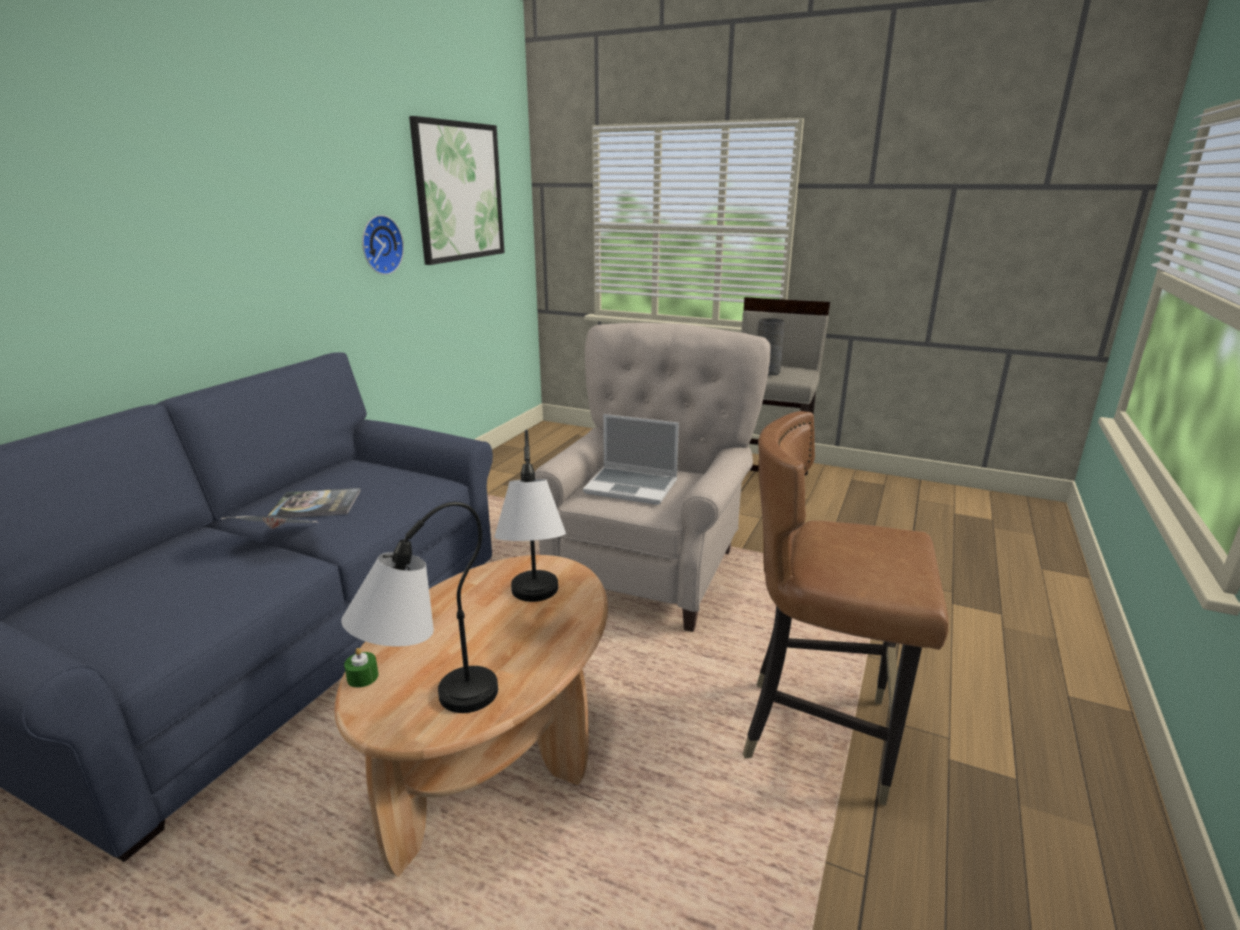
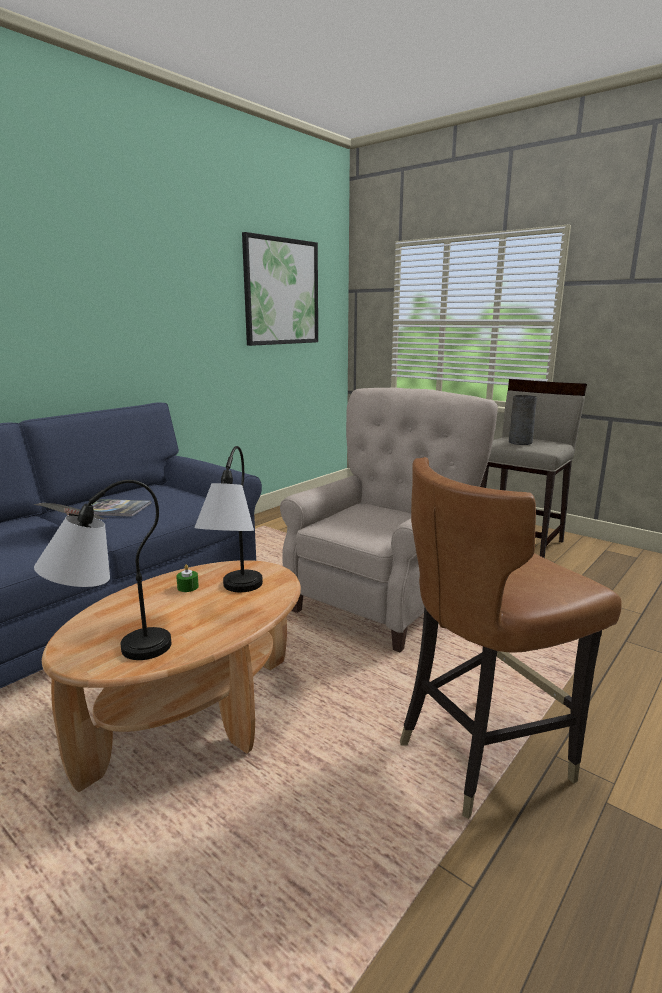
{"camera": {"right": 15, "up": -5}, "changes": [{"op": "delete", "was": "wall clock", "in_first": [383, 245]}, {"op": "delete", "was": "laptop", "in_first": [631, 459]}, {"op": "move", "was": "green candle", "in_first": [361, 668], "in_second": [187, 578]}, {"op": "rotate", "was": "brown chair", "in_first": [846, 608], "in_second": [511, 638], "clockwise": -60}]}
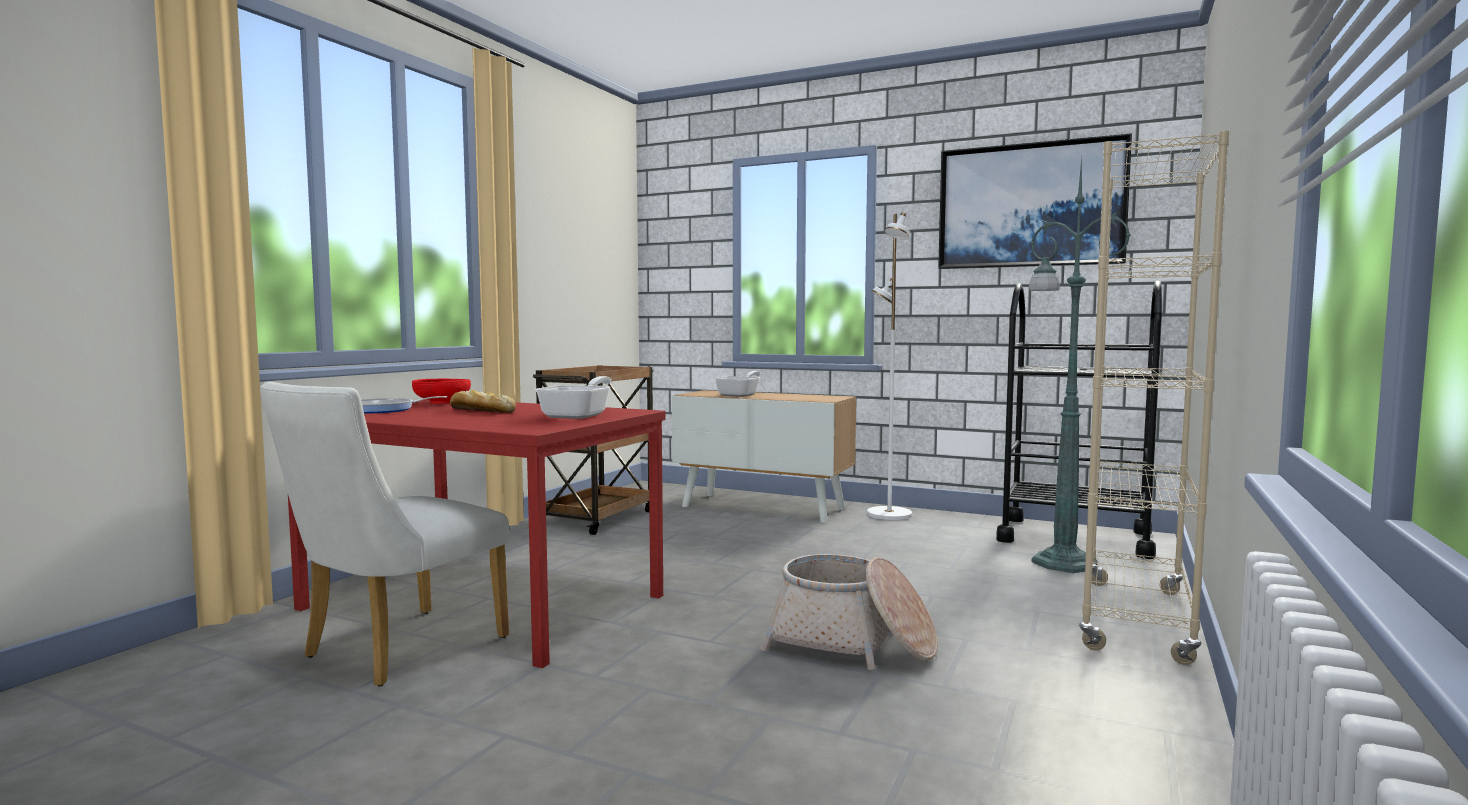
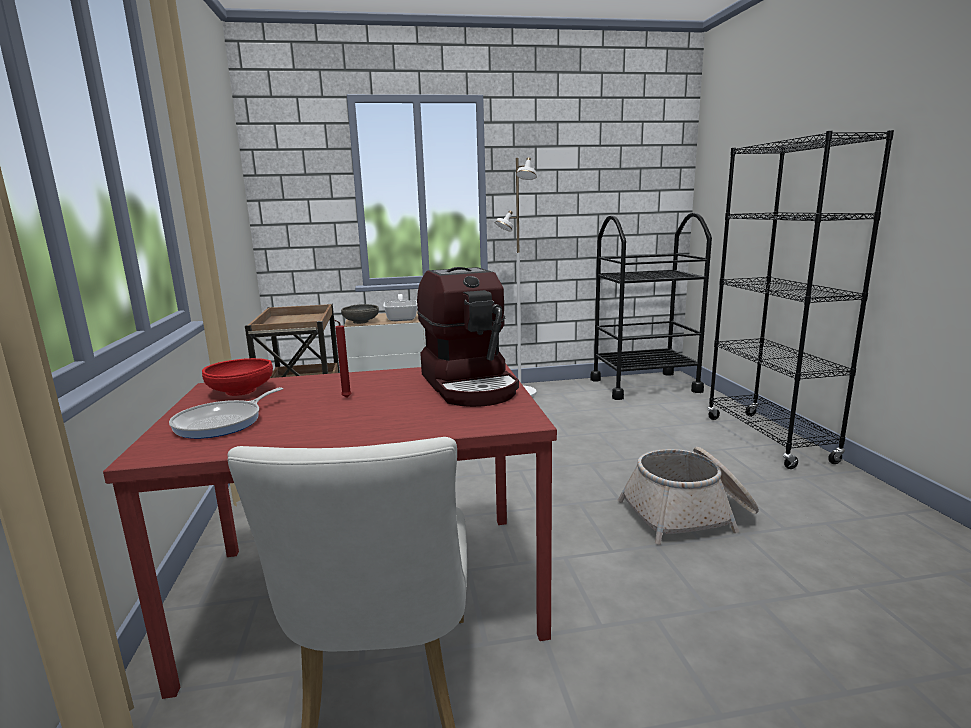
{"camera": {"right": -35, "up": 10}, "changes": [{"op": "delete", "was": "picture", "in_first": [1035, 201]}, {"op": "delete", "was": "green floor lamp", "in_first": [1080, 365]}, {"op": "insert", "now": "grey bowl", "in_second": [360, 314]}, {"op": "replace", "was": "bread", "now": "red candle", "in_first": [483, 401], "in_second": [343, 359]}, {"op": "replace", "was": "frying pan", "now": "coffee machine", "in_first": [573, 397], "in_second": [468, 337]}, {"op": "recolor", "was": "beige bookcase", "now": "black bookcase", "in_first": [1154, 397], "in_second": [800, 299]}]}
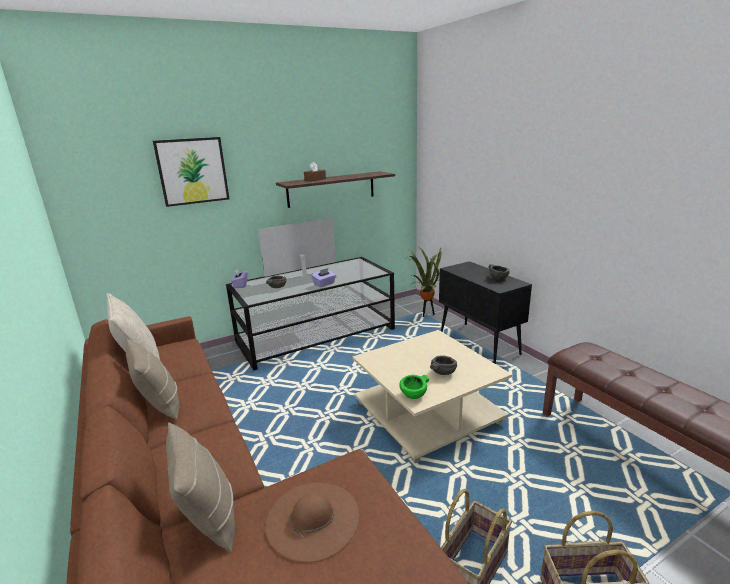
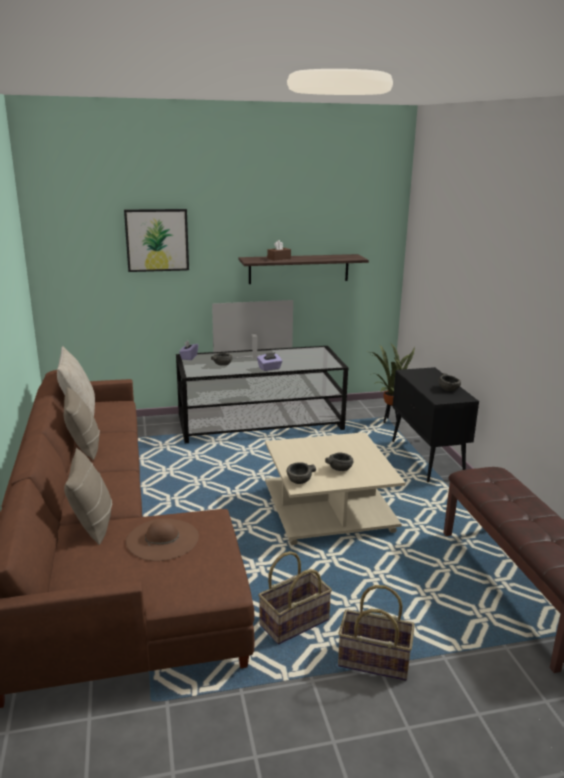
{"camera": {"right": 15, "up": 0}, "changes": [{"op": "recolor", "was": "green bowl", "now": "grey bowl", "in_first": [414, 387], "in_second": [301, 473]}]}
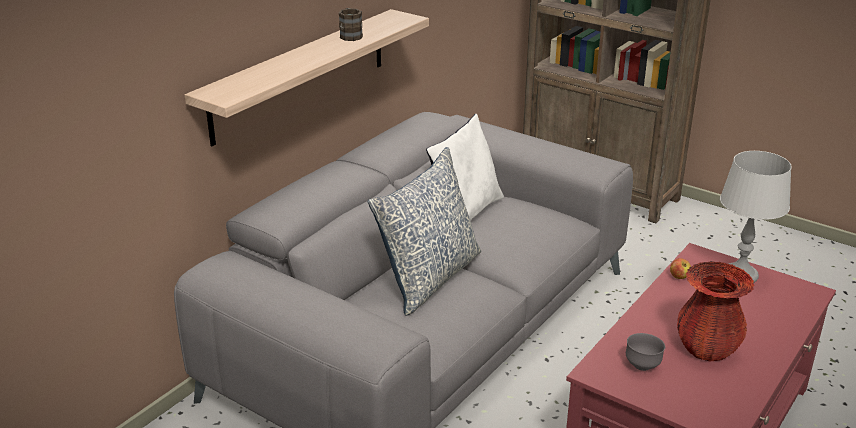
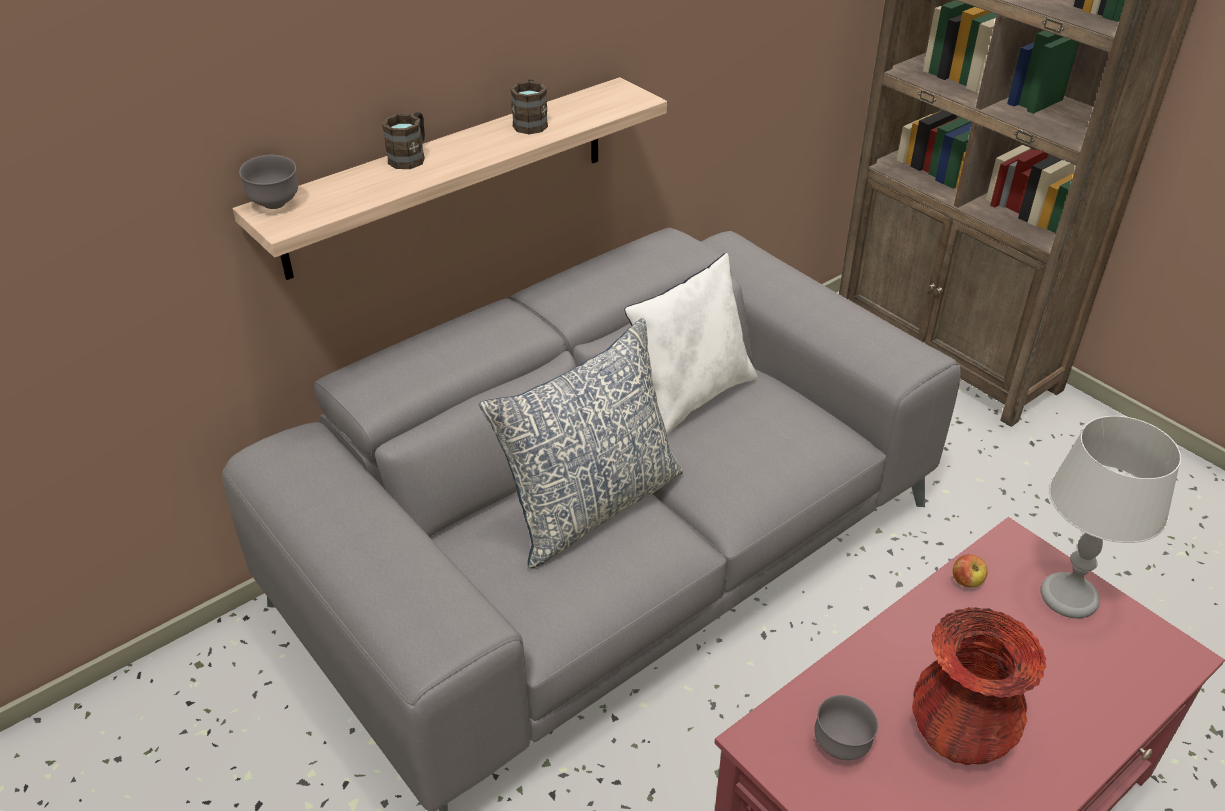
{"camera": {"right": 15, "up": 10}, "changes": [{"op": "insert", "now": "grey bowl", "in_second": [268, 182]}, {"op": "insert", "now": "brown mug", "in_second": [403, 141]}]}
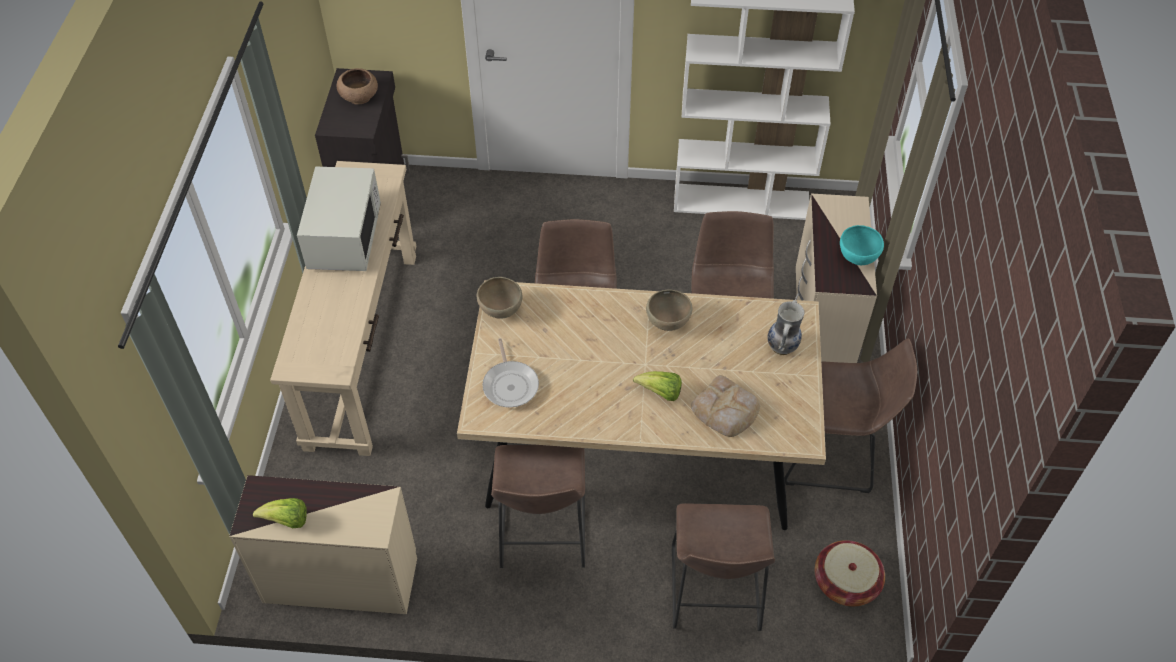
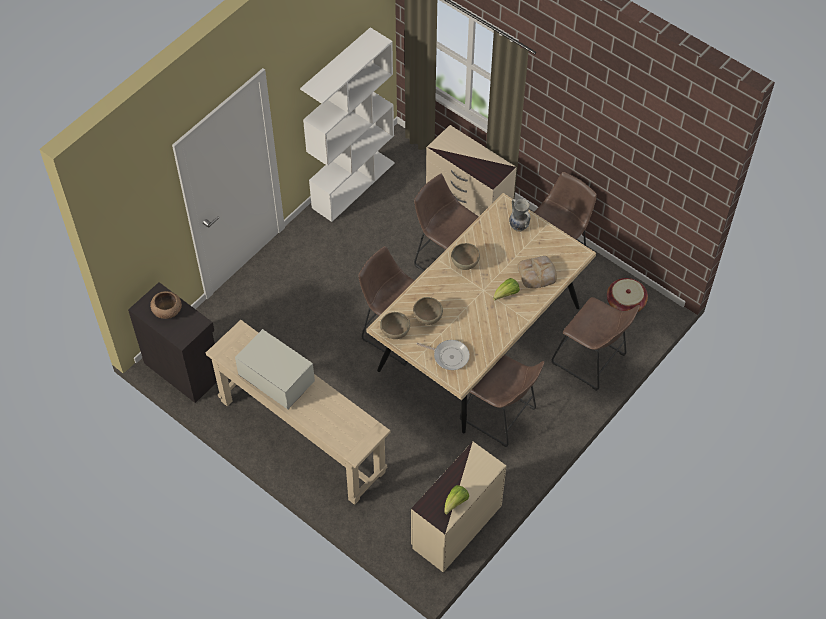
{"camera": {"right": -55, "up": 5}, "changes": [{"op": "delete", "was": "turquoise bowl", "in_first": [862, 245]}, {"op": "insert", "now": "brown bowl", "in_second": [428, 311]}]}
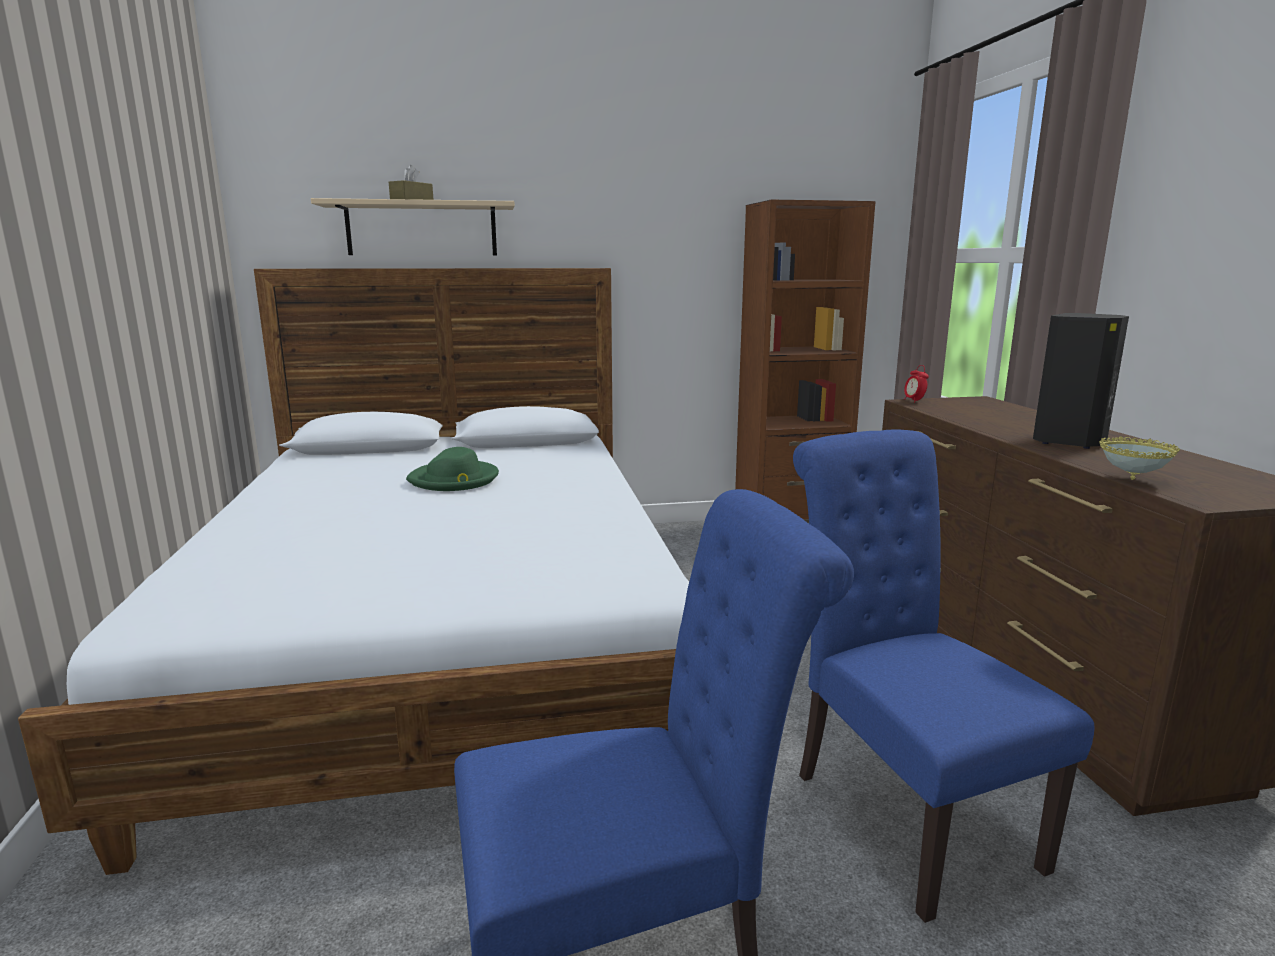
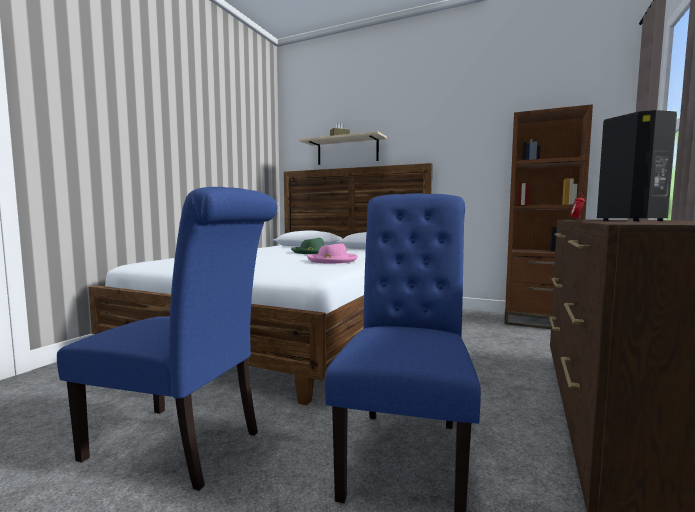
{"camera": {"right": 35, "up": -10}, "changes": [{"op": "delete", "was": "bowl", "in_first": [1139, 458]}, {"op": "insert", "now": "pink hat", "in_second": [332, 253]}]}
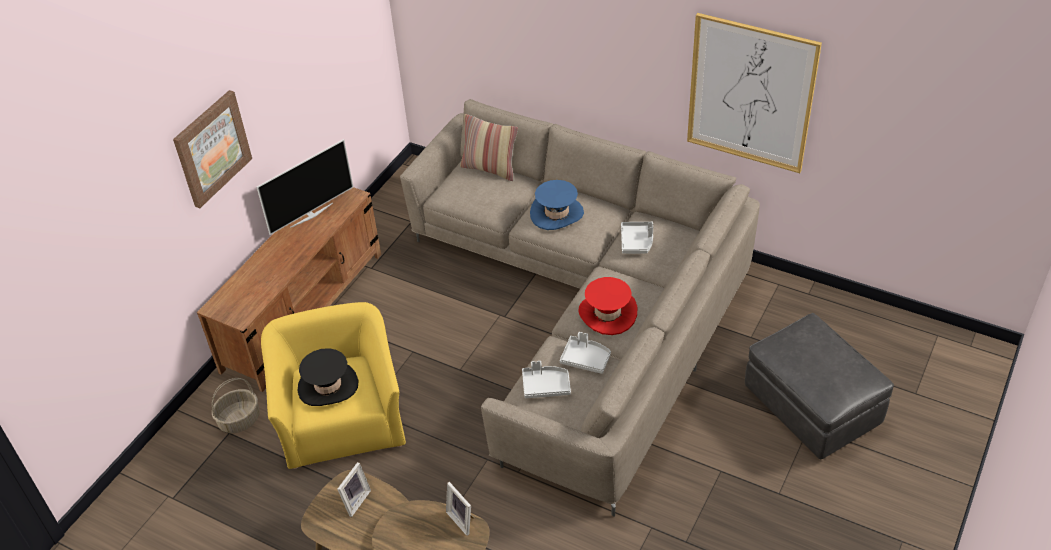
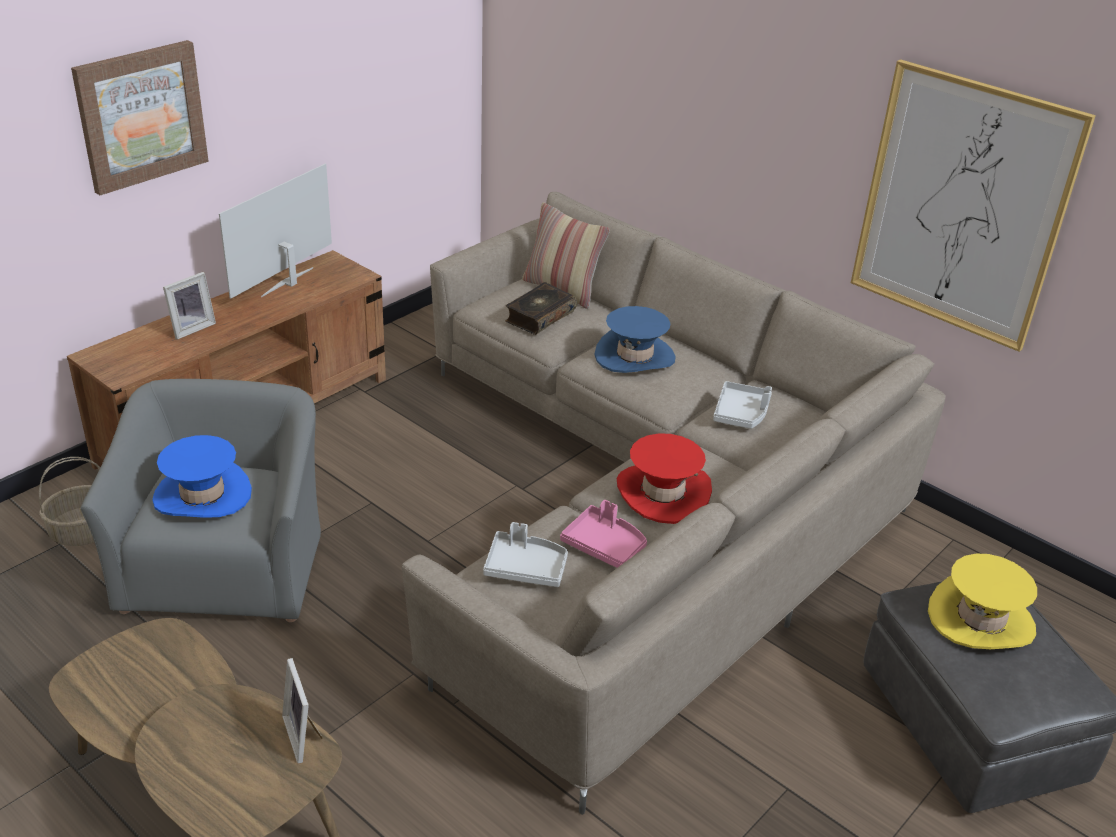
{"camera": {"right": 10, "up": -10}, "changes": [{"op": "insert", "now": "book", "in_second": [541, 308]}, {"op": "insert", "now": "yellow hat", "in_second": [982, 601]}, {"op": "move", "was": "picture frame", "in_first": [354, 489], "in_second": [189, 306]}, {"op": "recolor", "was": "yellow armchair", "now": "grey armchair", "in_first": [333, 385], "in_second": [201, 500]}, {"op": "recolor", "was": "black hat", "now": "blue hat", "in_first": [328, 377], "in_second": [202, 476]}, {"op": "recolor", "was": "grey tray", "now": "pink tray", "in_first": [585, 353], "in_second": [603, 534]}, {"op": "rotate", "was": "television", "in_first": [305, 187], "in_second": [275, 231], "clockwise": 150}]}
